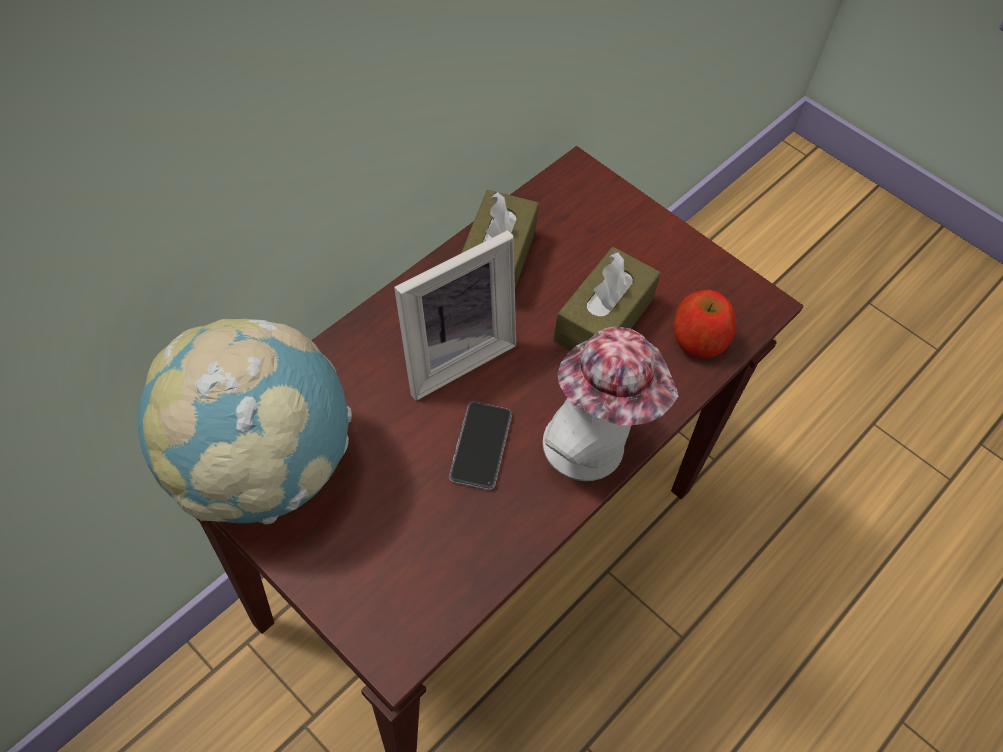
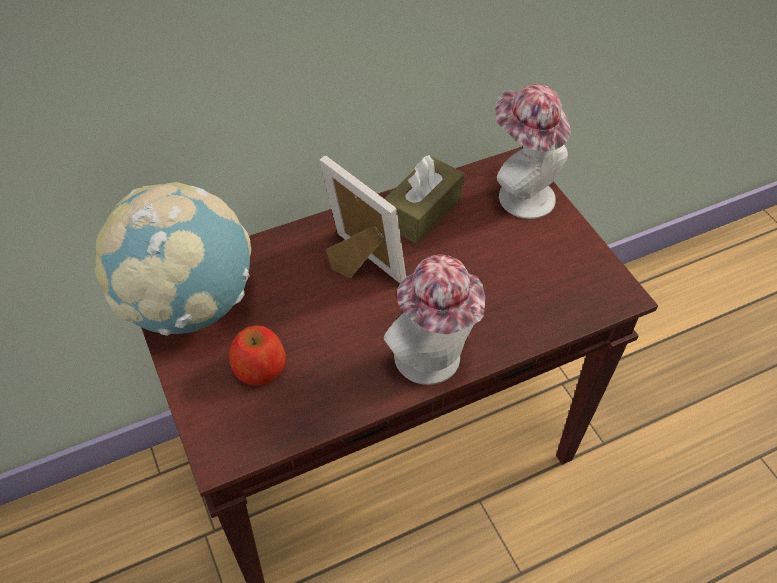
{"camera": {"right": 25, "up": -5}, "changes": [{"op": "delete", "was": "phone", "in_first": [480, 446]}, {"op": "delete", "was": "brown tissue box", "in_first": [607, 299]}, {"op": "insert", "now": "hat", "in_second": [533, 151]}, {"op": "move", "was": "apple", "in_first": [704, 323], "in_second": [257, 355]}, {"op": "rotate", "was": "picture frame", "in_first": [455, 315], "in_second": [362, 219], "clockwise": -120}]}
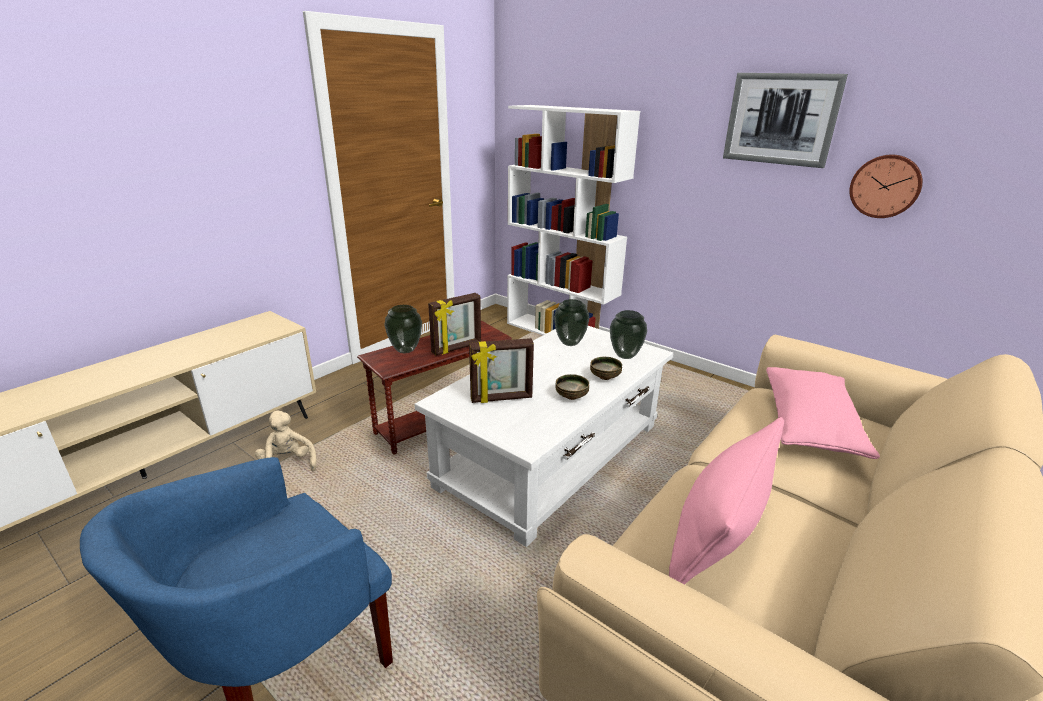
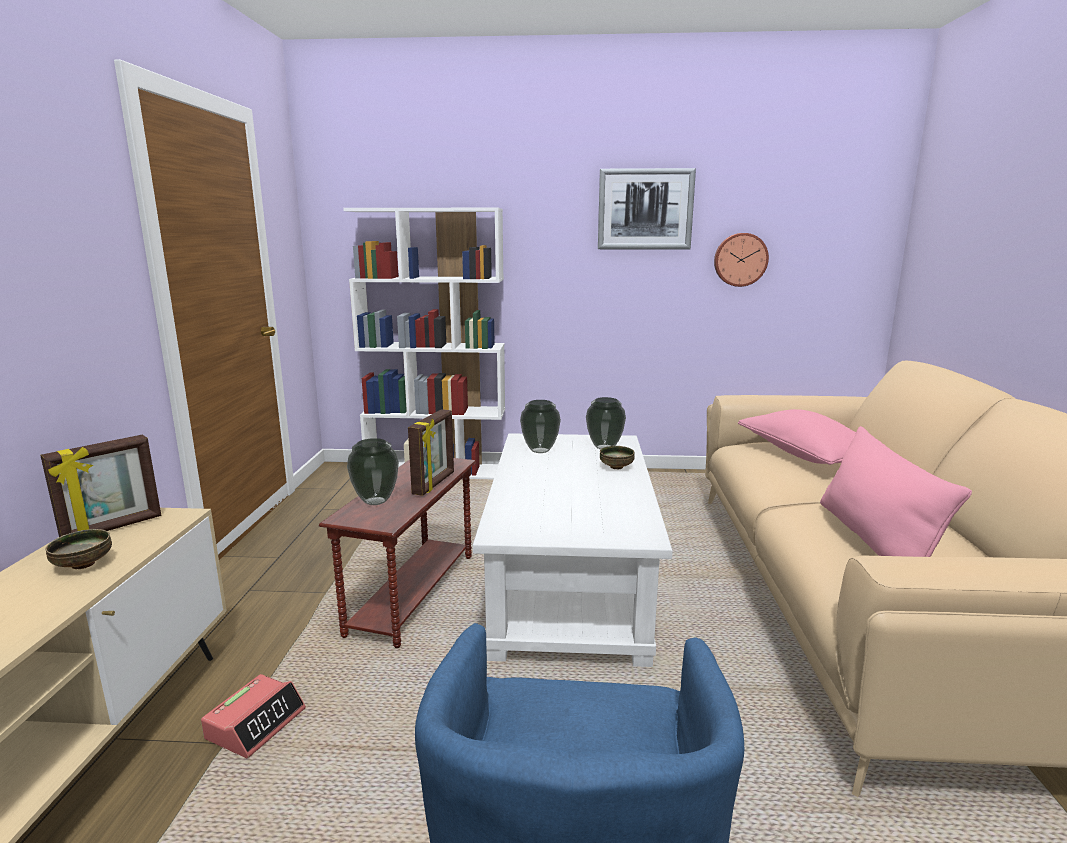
{"camera": {"right": -35, "up": -10}, "changes": [{"op": "move", "was": "picture frame", "in_first": [501, 370], "in_second": [100, 486]}, {"op": "move", "was": "bowl", "in_first": [572, 387], "in_second": [78, 549]}, {"op": "replace", "was": "beige plush toy", "now": "alarm clock", "in_first": [285, 441], "in_second": [253, 716]}]}
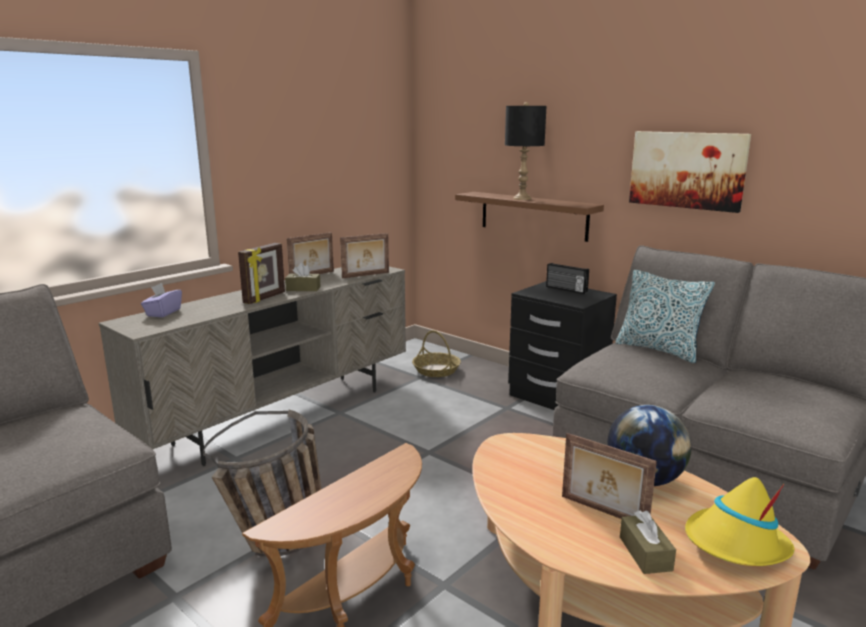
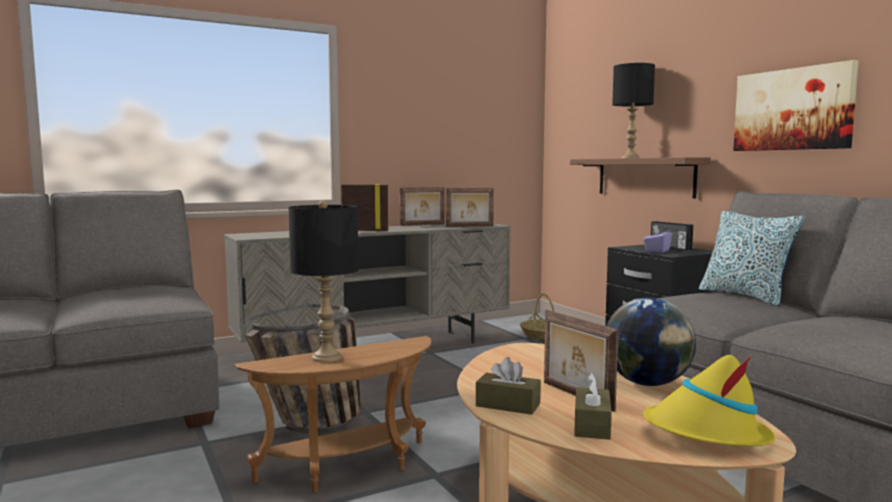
{"camera": {"right": 20, "up": -10}, "changes": [{"op": "insert", "now": "black table lamp", "in_second": [323, 281]}, {"op": "move", "was": "purple tissue box", "in_first": [161, 300], "in_second": [657, 239]}, {"op": "move", "was": "brown tissue box", "in_first": [303, 277], "in_second": [508, 386]}, {"op": "rotate", "was": "picture frame", "in_first": [261, 273], "in_second": [365, 207], "clockwise": -135}]}
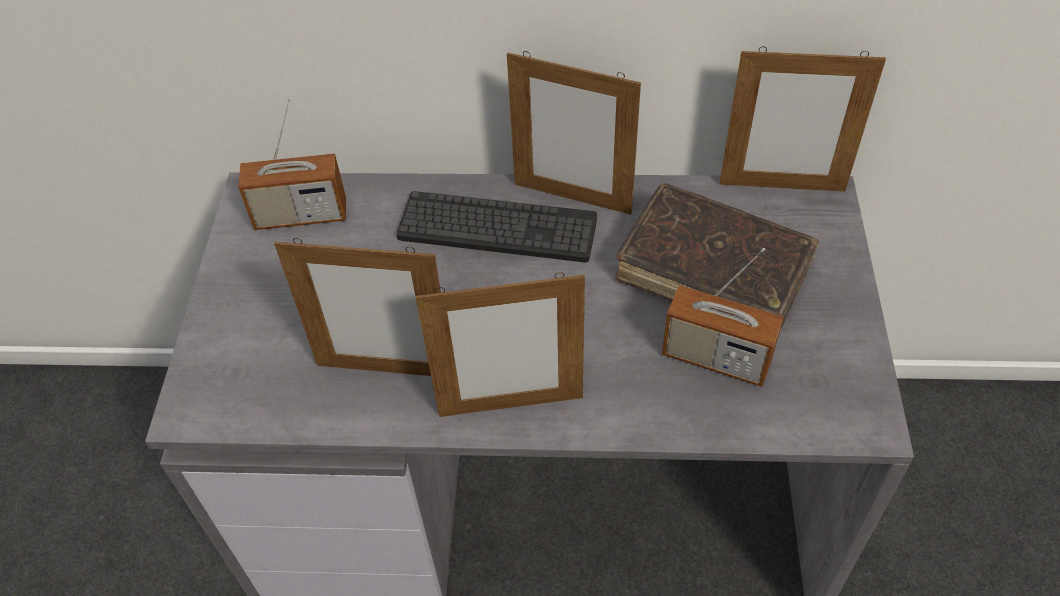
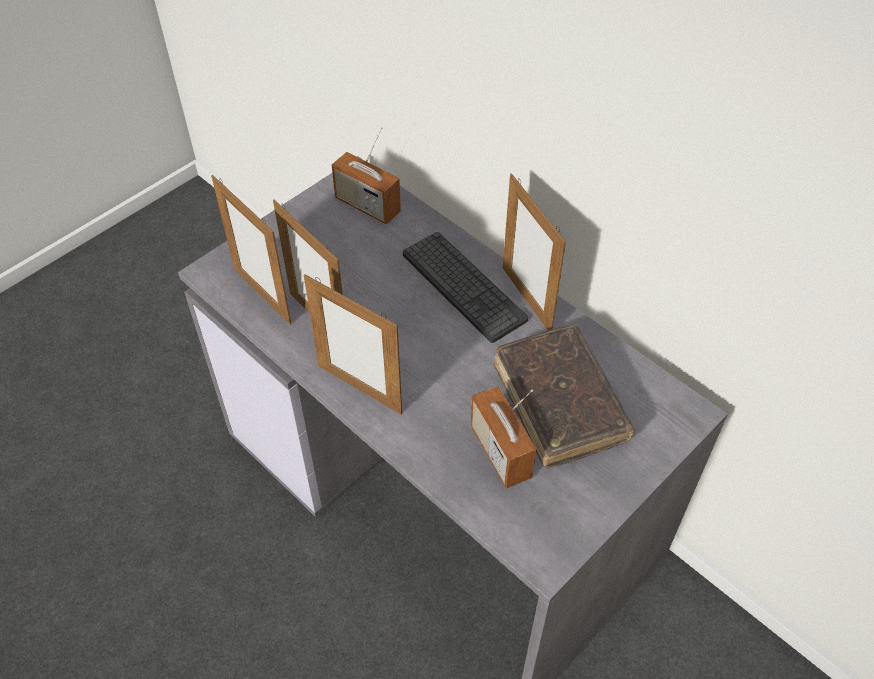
{"camera": {"right": 40, "up": 0}, "changes": [{"op": "move", "was": "picture frame", "in_first": [803, 119], "in_second": [251, 250]}]}
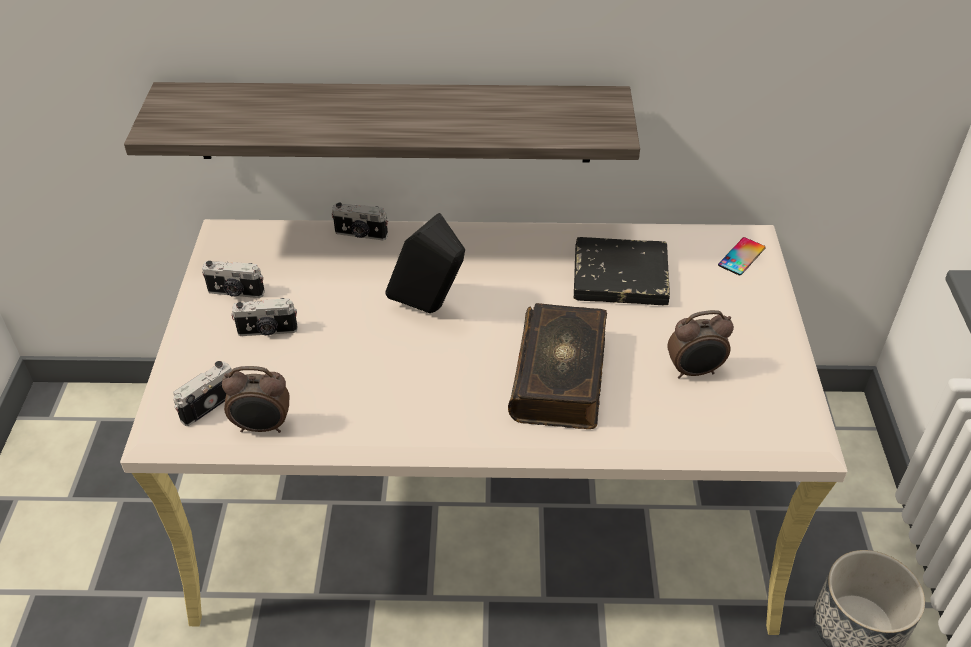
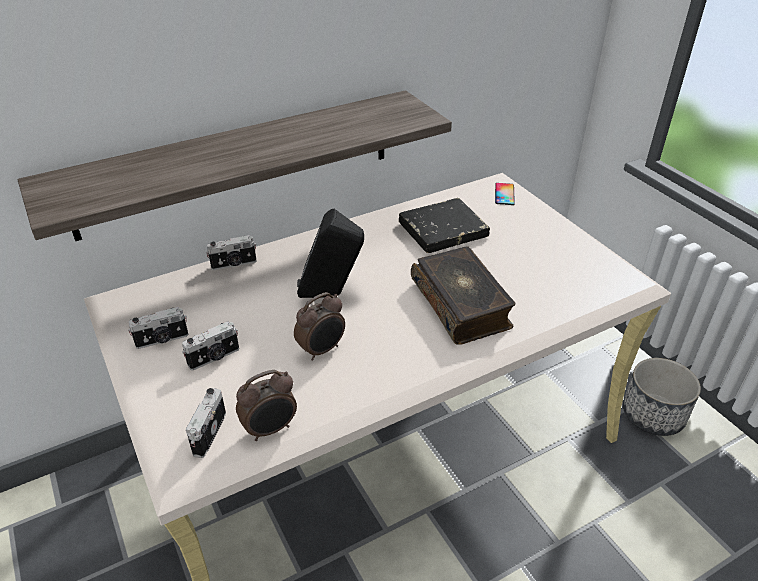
{"camera": {"right": -30, "up": -5}, "changes": [{"op": "move", "was": "alarm clock", "in_first": [700, 344], "in_second": [319, 326]}]}
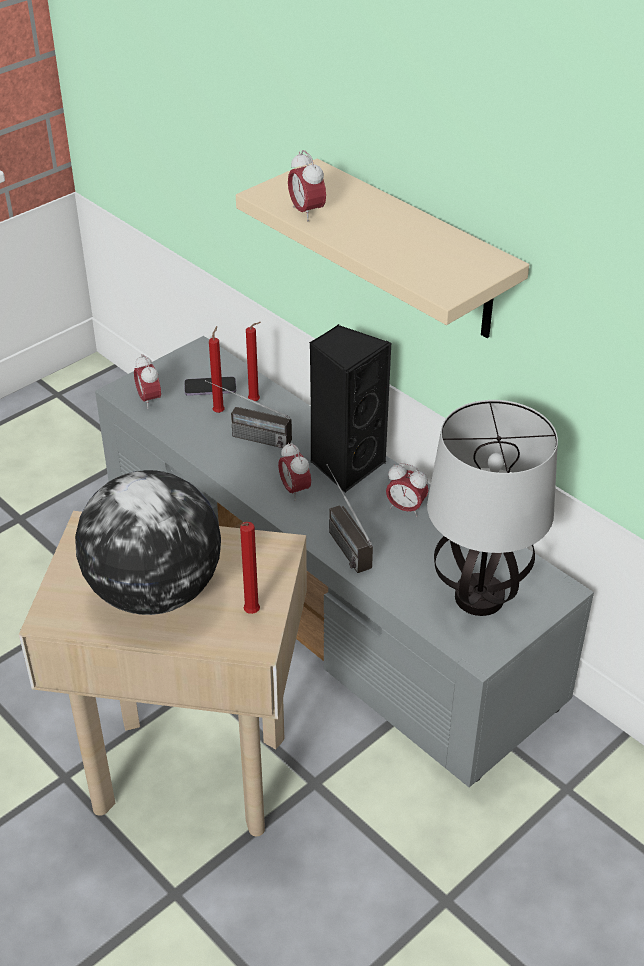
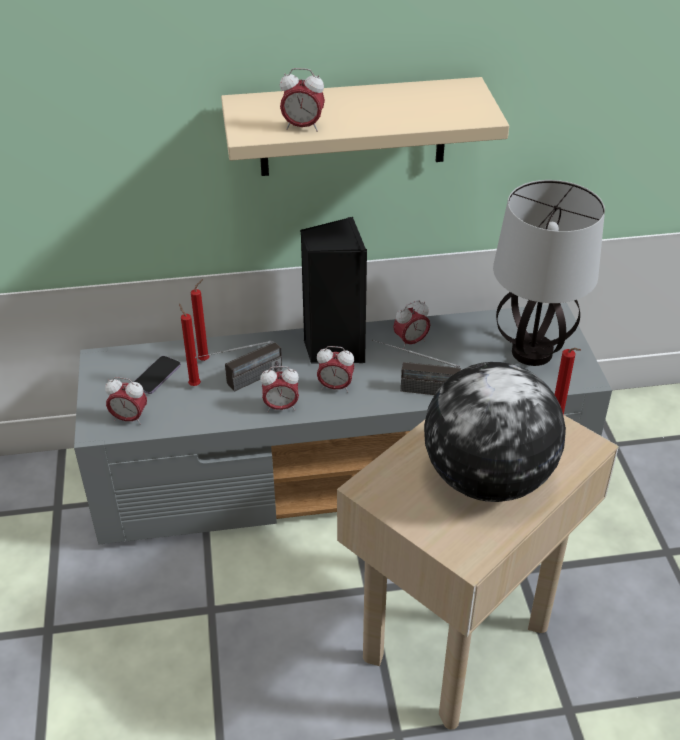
{"camera": {"right": -55, "up": 0}, "changes": [{"op": "insert", "now": "alarm clock", "in_second": [279, 389]}]}
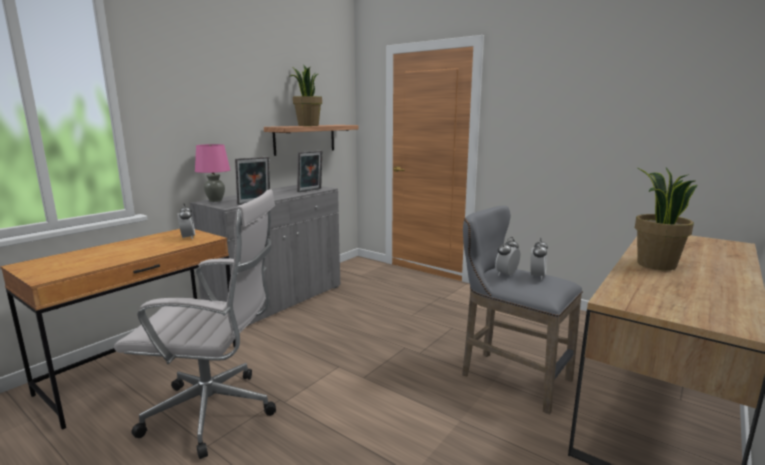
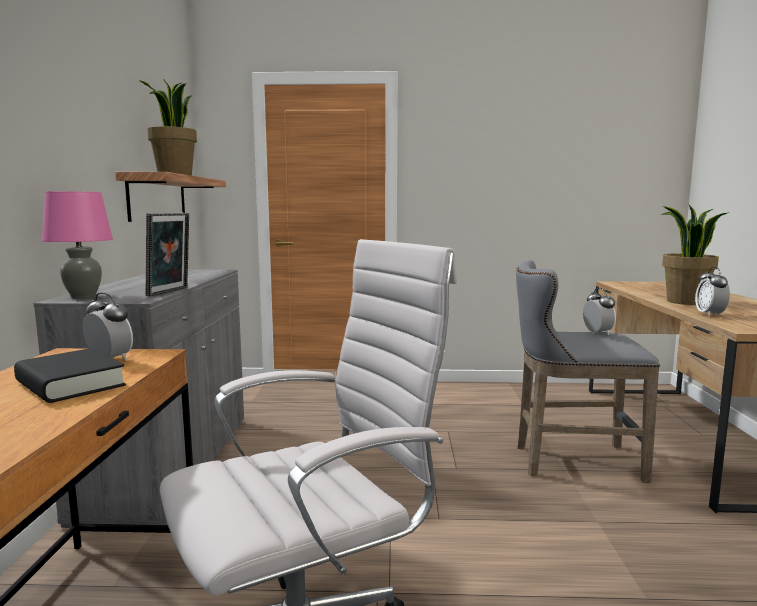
{"camera": {"right": -35, "up": -5}, "changes": [{"op": "delete", "was": "picture frame", "in_first": [309, 171]}, {"op": "insert", "now": "black book", "in_second": [70, 375]}, {"op": "move", "was": "alarm clock", "in_first": [507, 256], "in_second": [712, 292]}]}
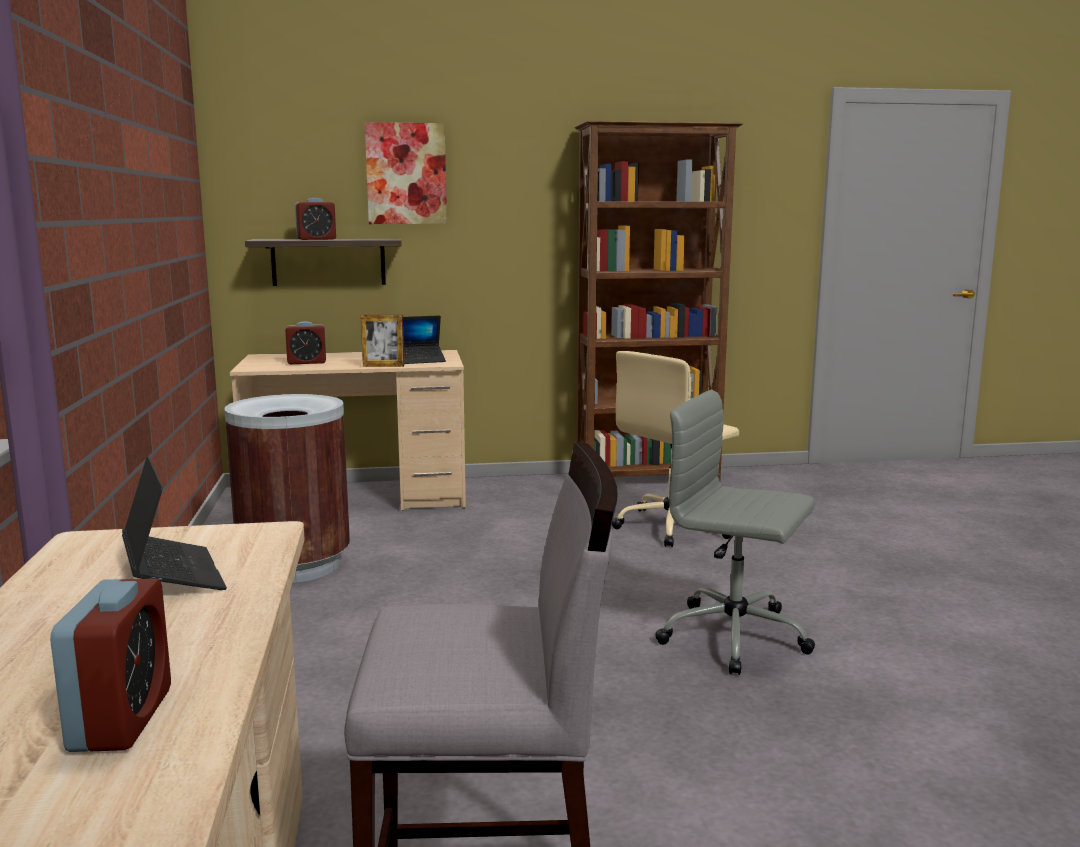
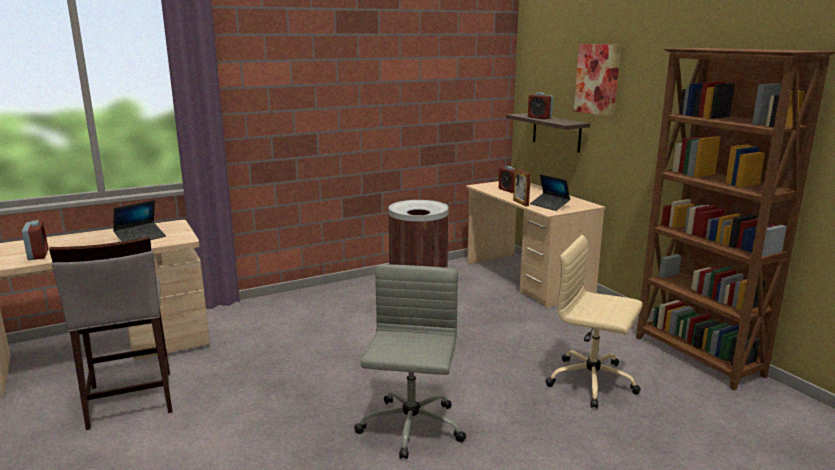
{"camera": {"right": 70, "up": 5}, "changes": [{"op": "rotate", "was": "alarm clock", "in_first": [110, 665], "in_second": [35, 240], "clockwise": -90}]}
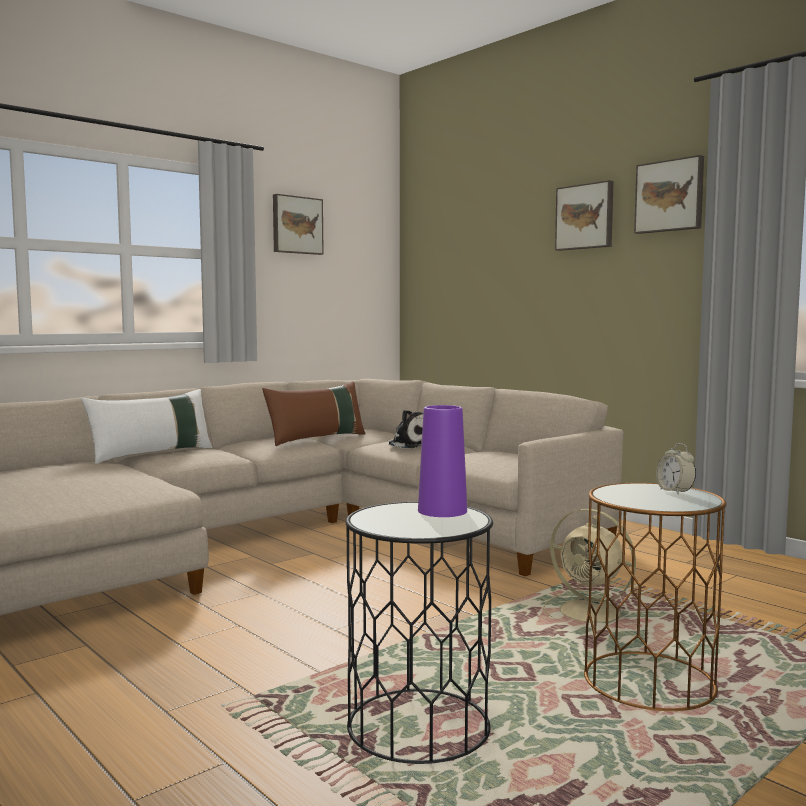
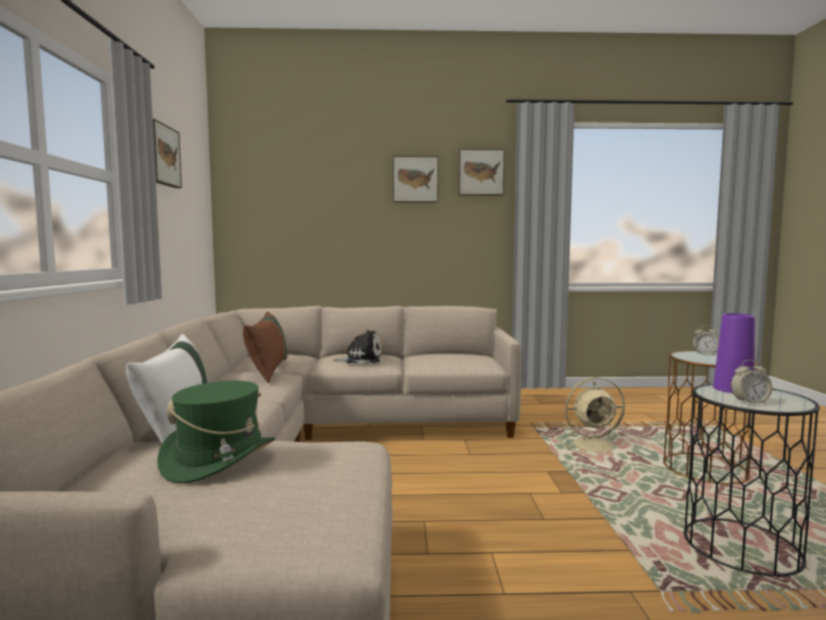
{"camera": {"right": -50, "up": 0}, "changes": [{"op": "insert", "now": "green hat", "in_second": [216, 432]}, {"op": "insert", "now": "alarm clock", "in_second": [751, 382]}]}
